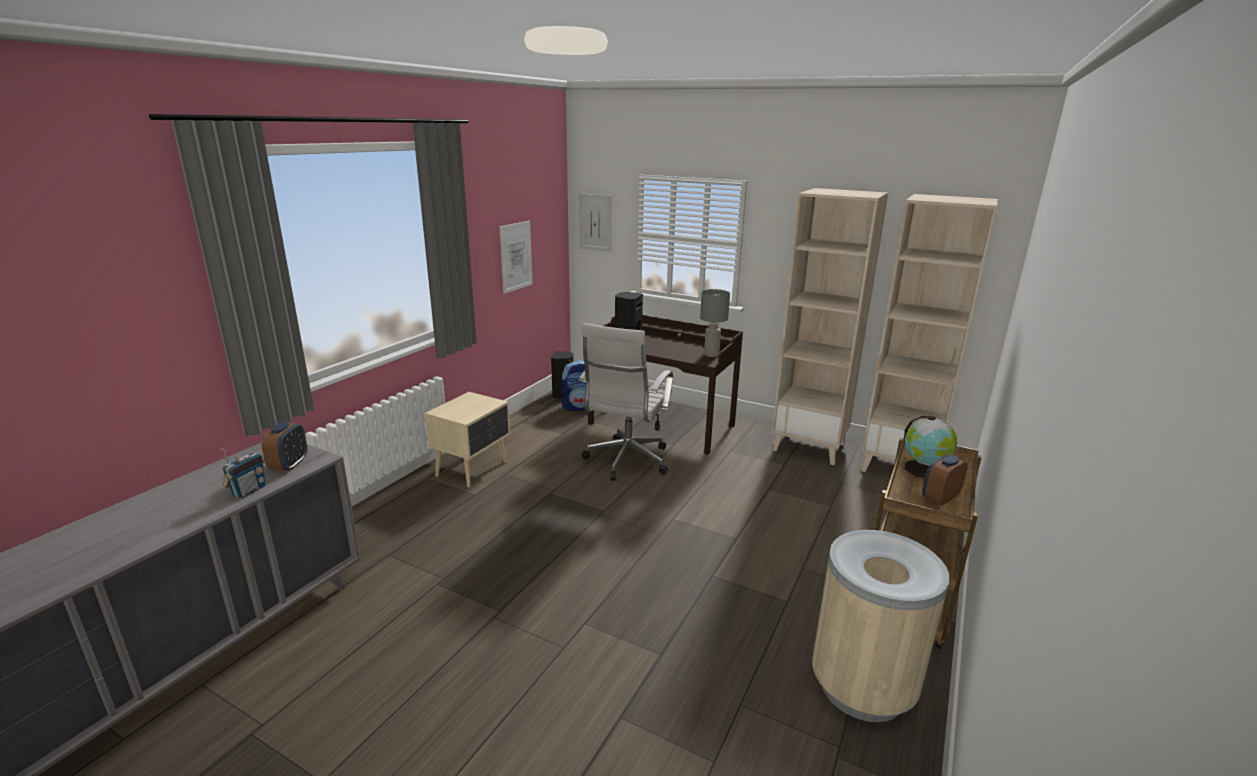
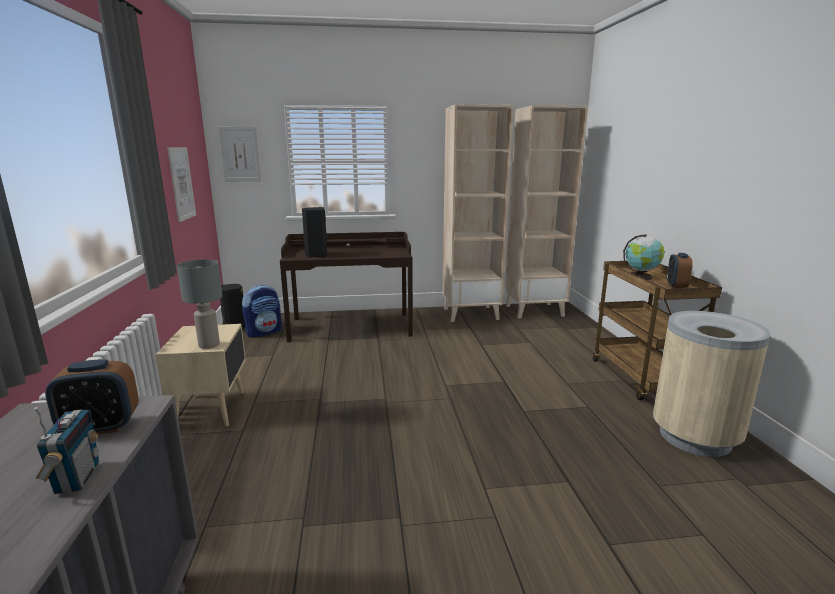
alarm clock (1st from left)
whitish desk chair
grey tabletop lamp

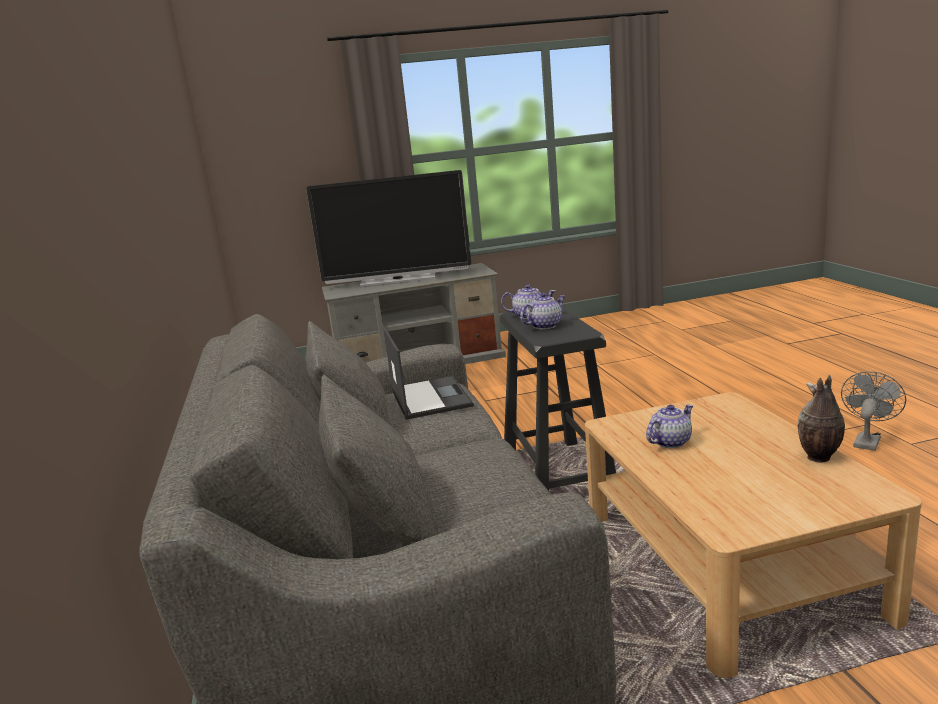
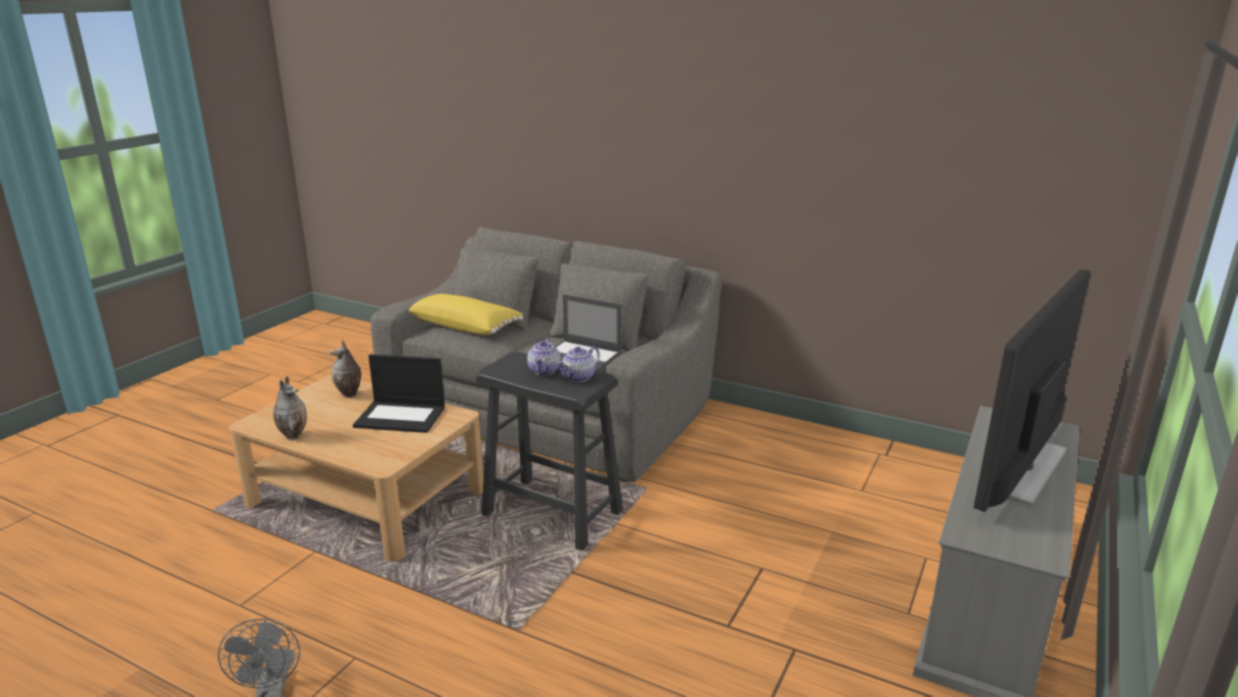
portable computer (1st from left)
decorative vase (2nd from left)
yellowish pillow

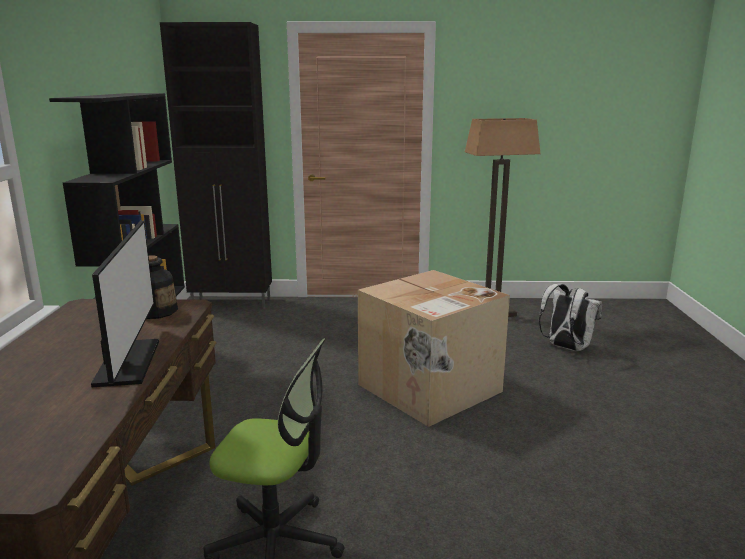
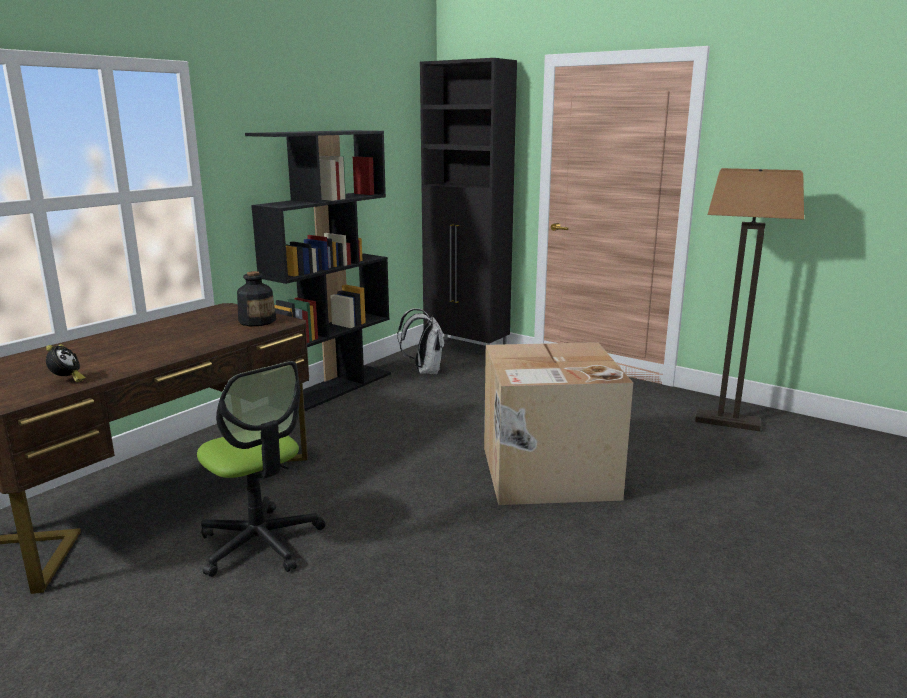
computer display
whitish knapsack
alarm clock

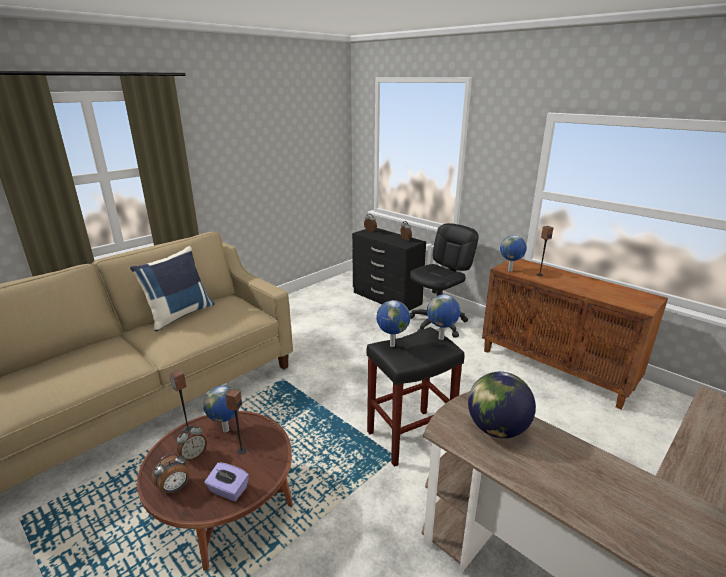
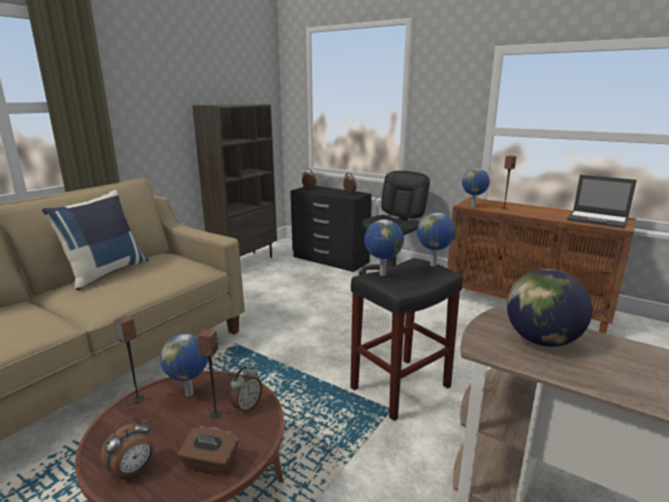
alarm clock (2nd from left)
brown tissue holder
brown bookshelf
portable computer

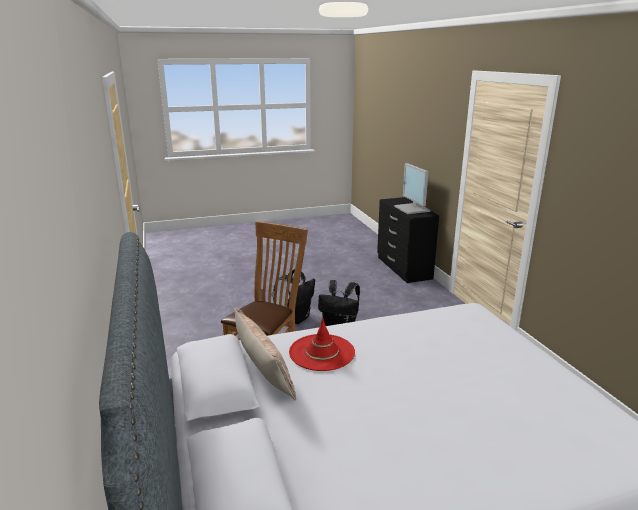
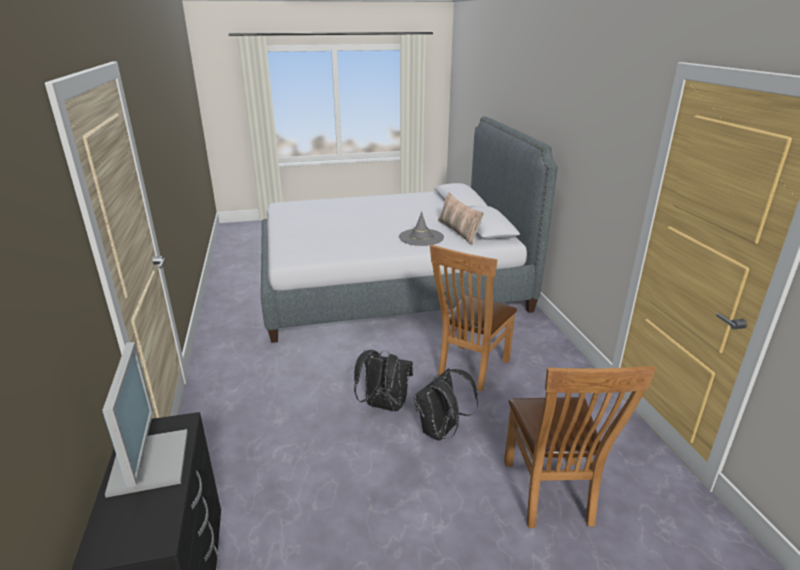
grey wearable hat
brown plain chair (2nd from left)

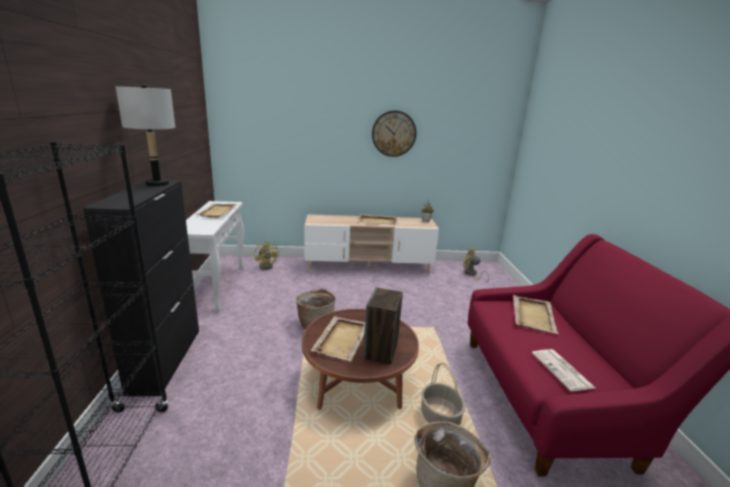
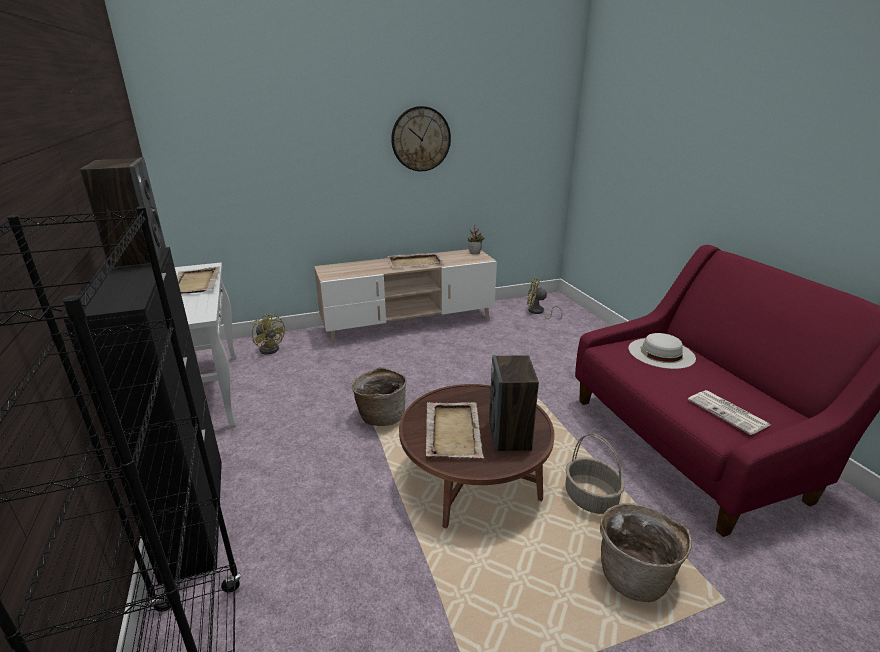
audio speaker (1st from left)
whitish wearable hat

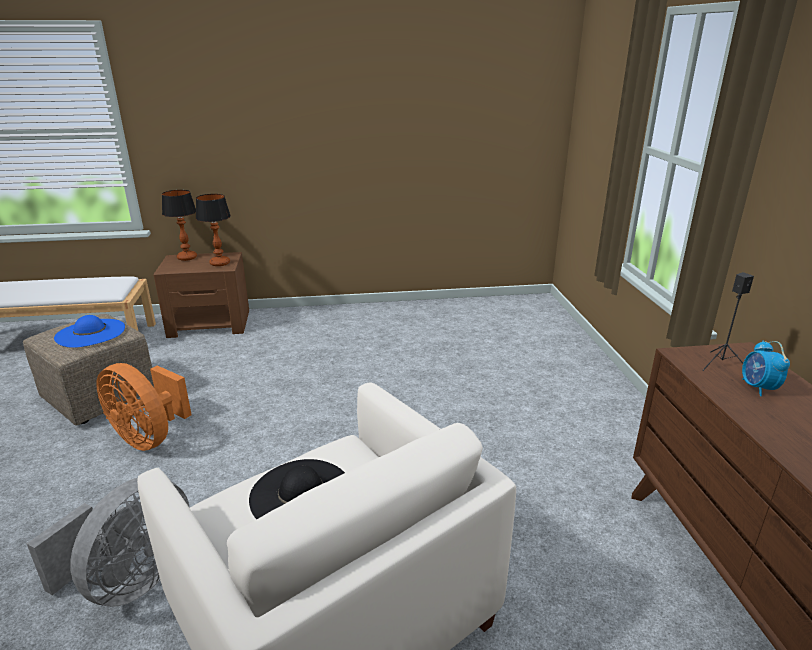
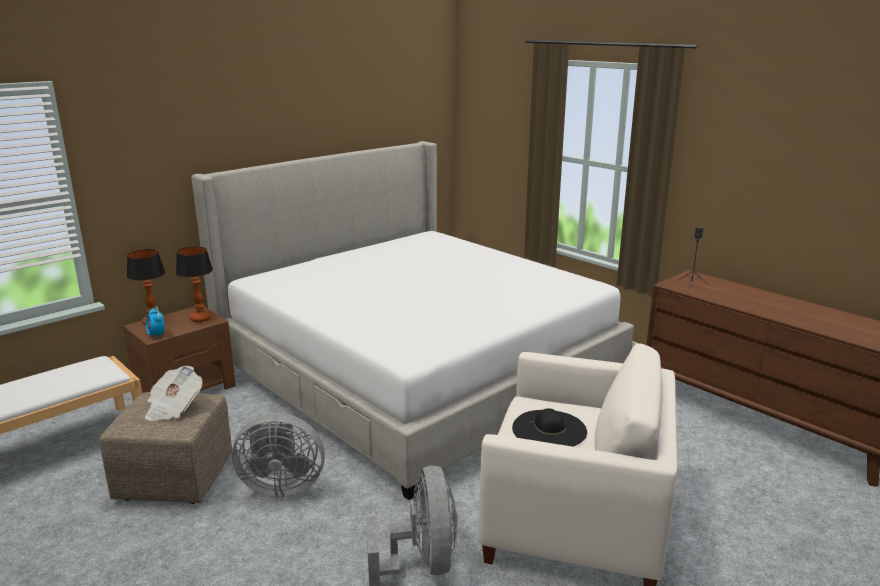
newspaper
grey cooling fan (1st from left)
alarm clock
bedroom bed

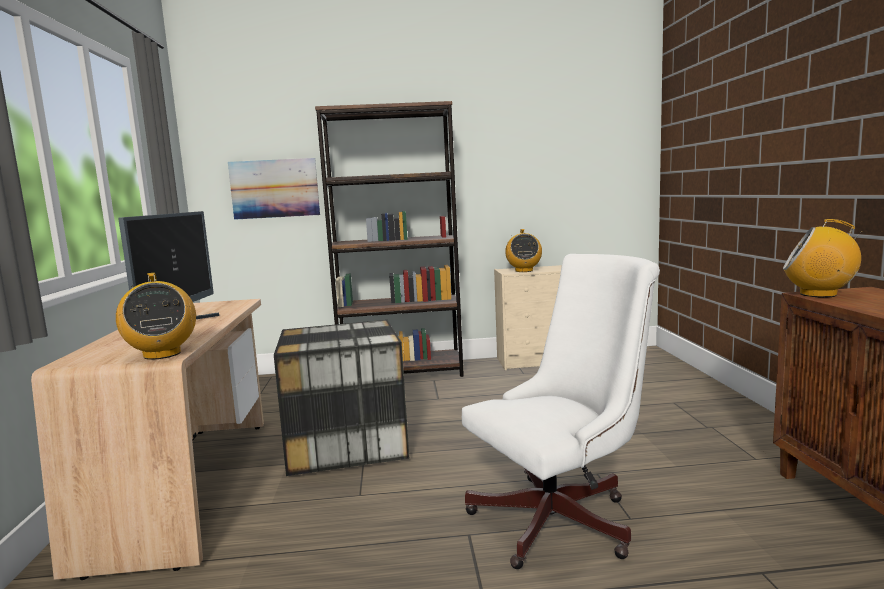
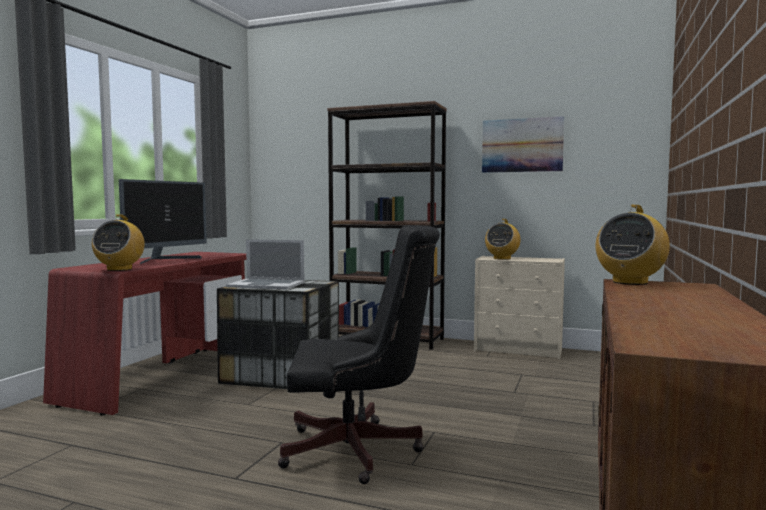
red desk unit
wall picture
black-coloured desk chair
radio receiver (3rd from left)
portable computer

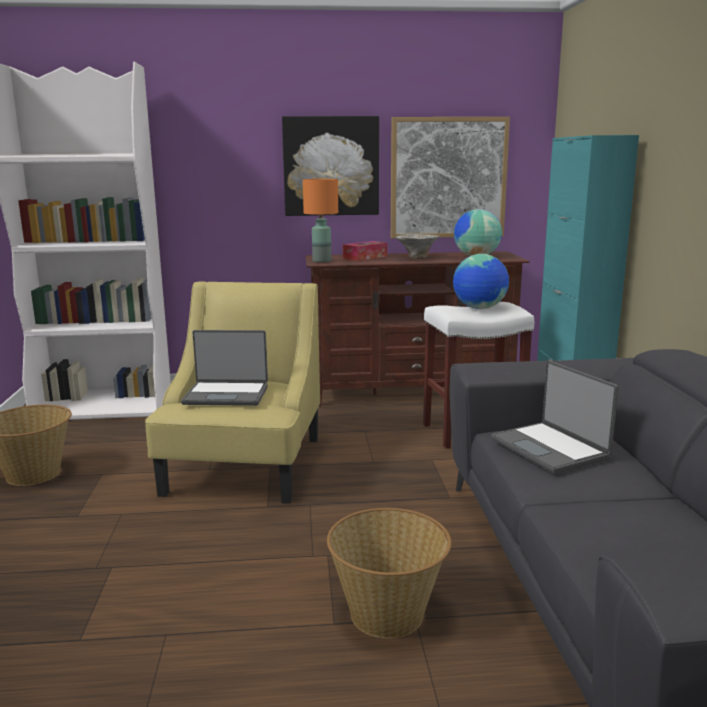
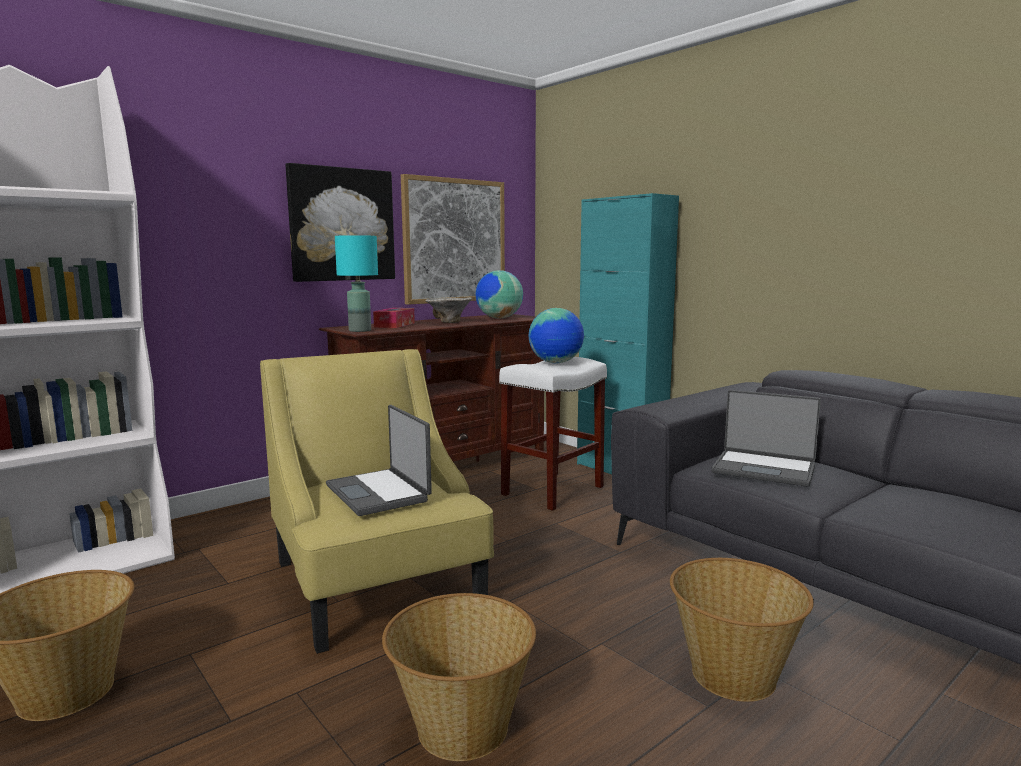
portable computer (1st from left)
turquoise tabletop lamp
household basket (2nd from left)

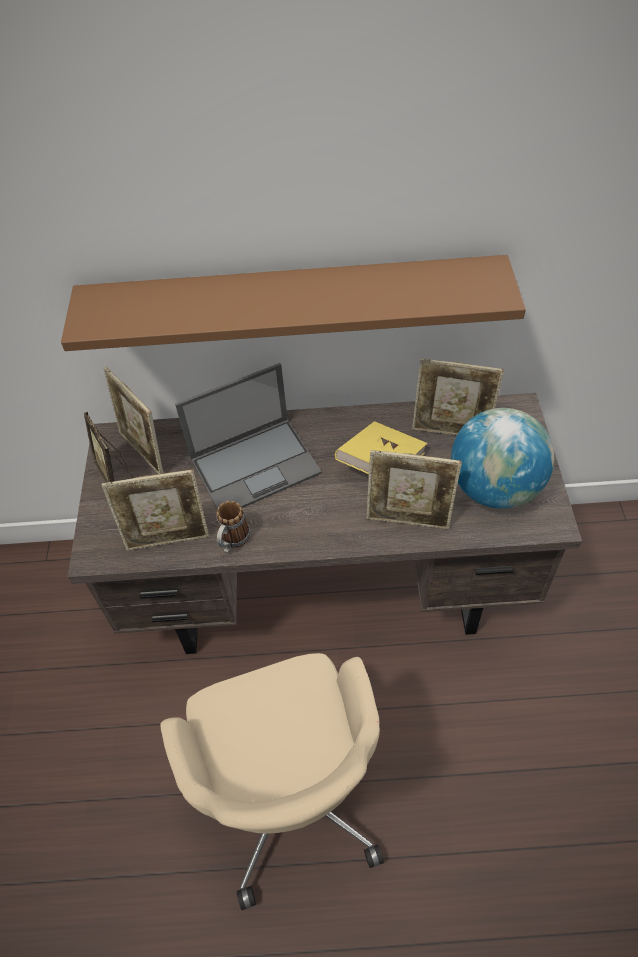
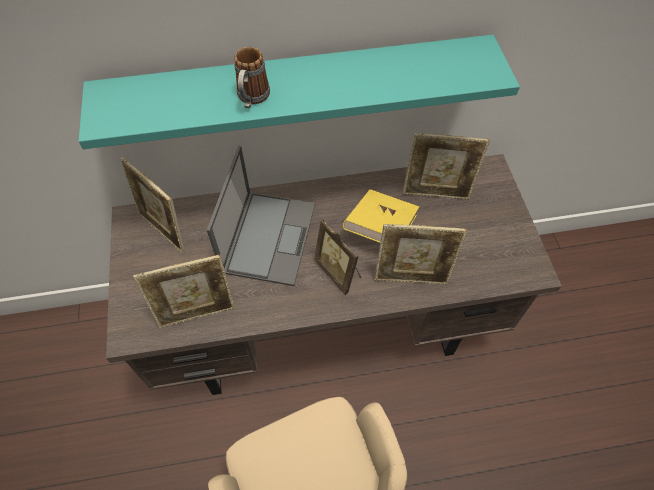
turquoise shelf
standing frame (3rd from left)
portable computer
mug
globe

